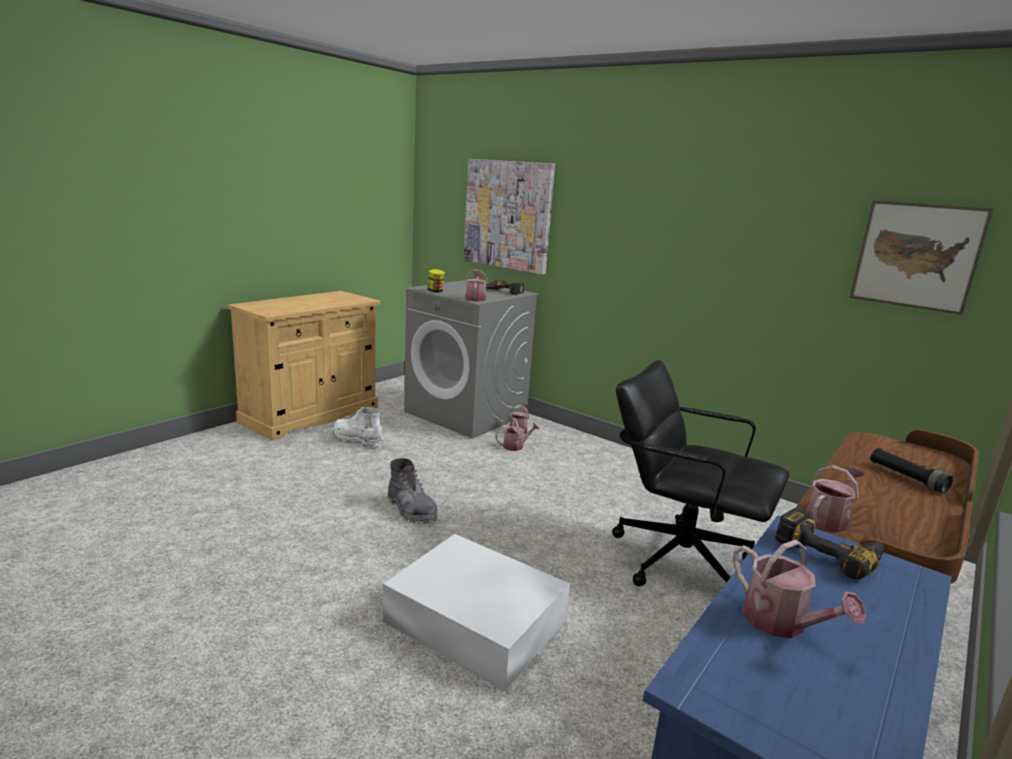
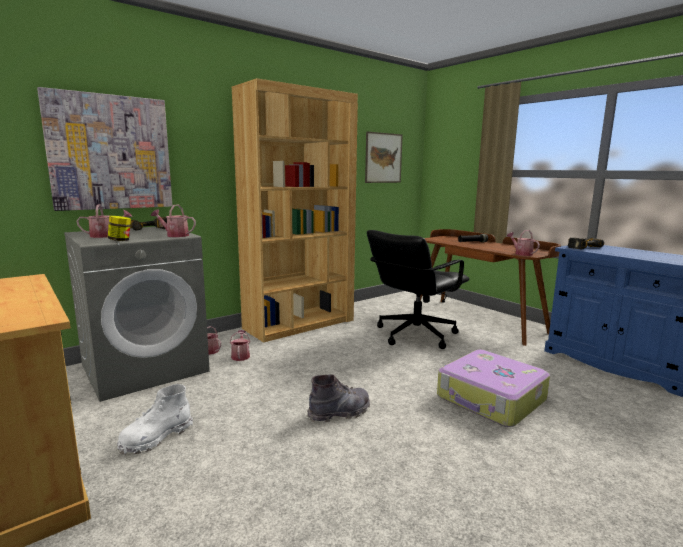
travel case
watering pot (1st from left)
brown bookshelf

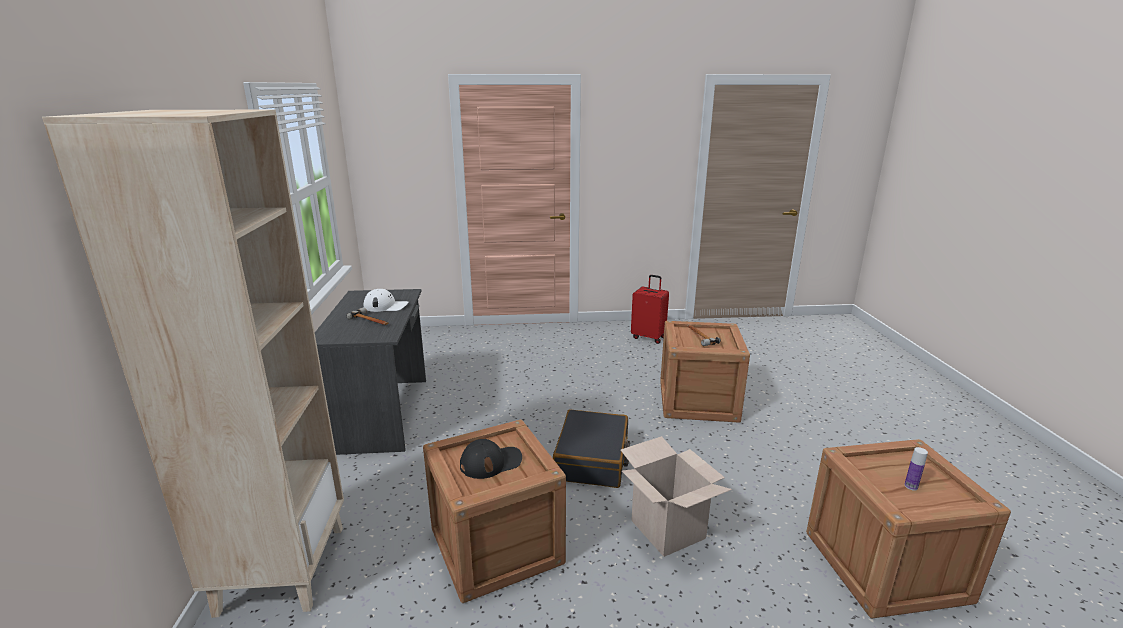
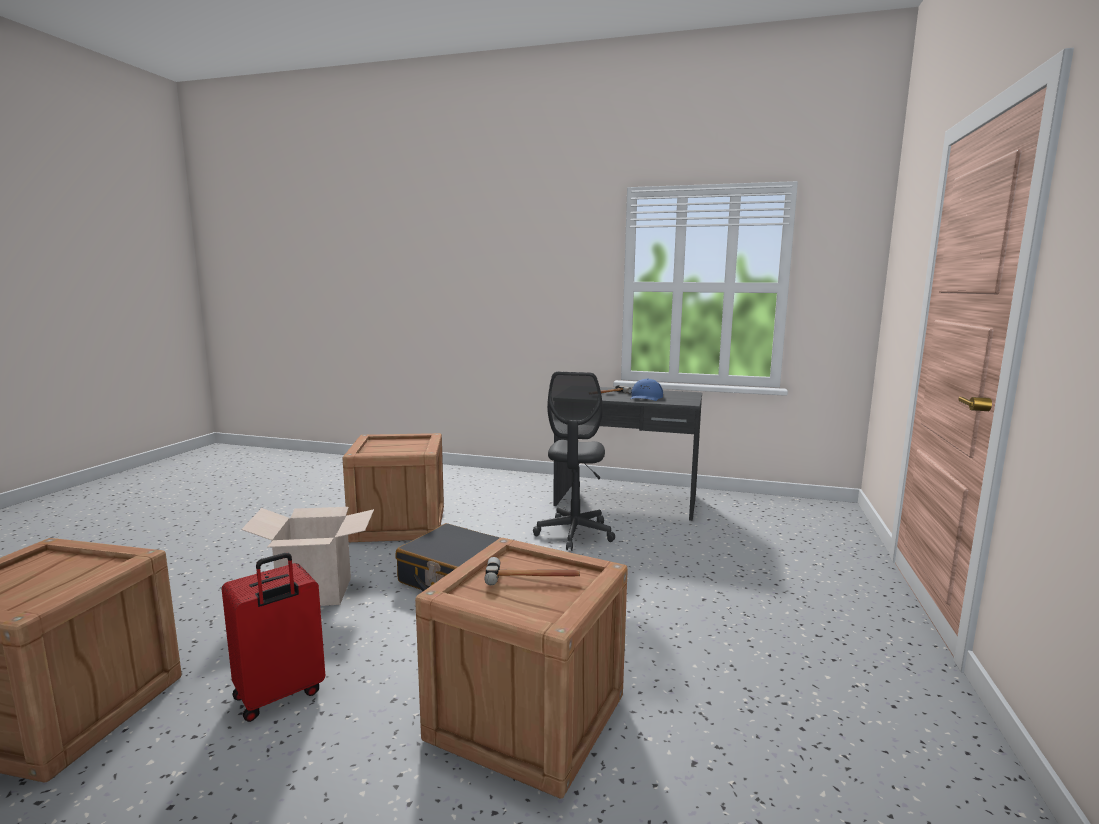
beige-coloured bookshelf
blue-coloured peaked cap
black-coloured peaked cap
red travel case
bottle
grey desk chair

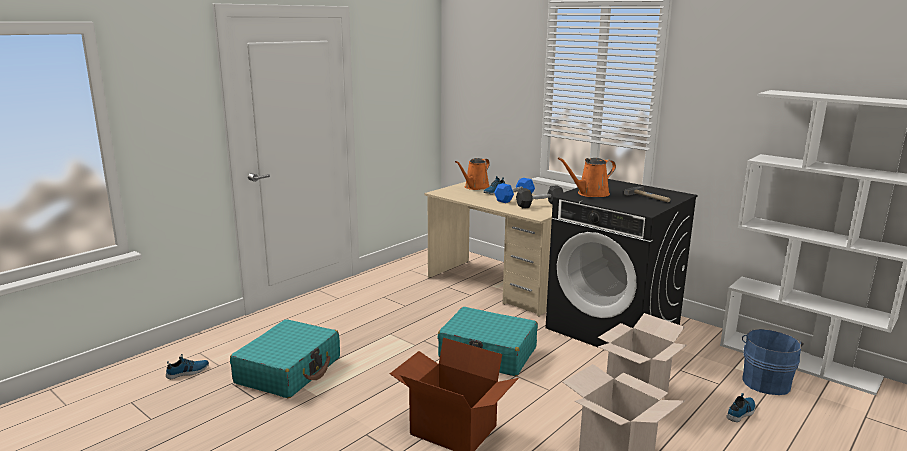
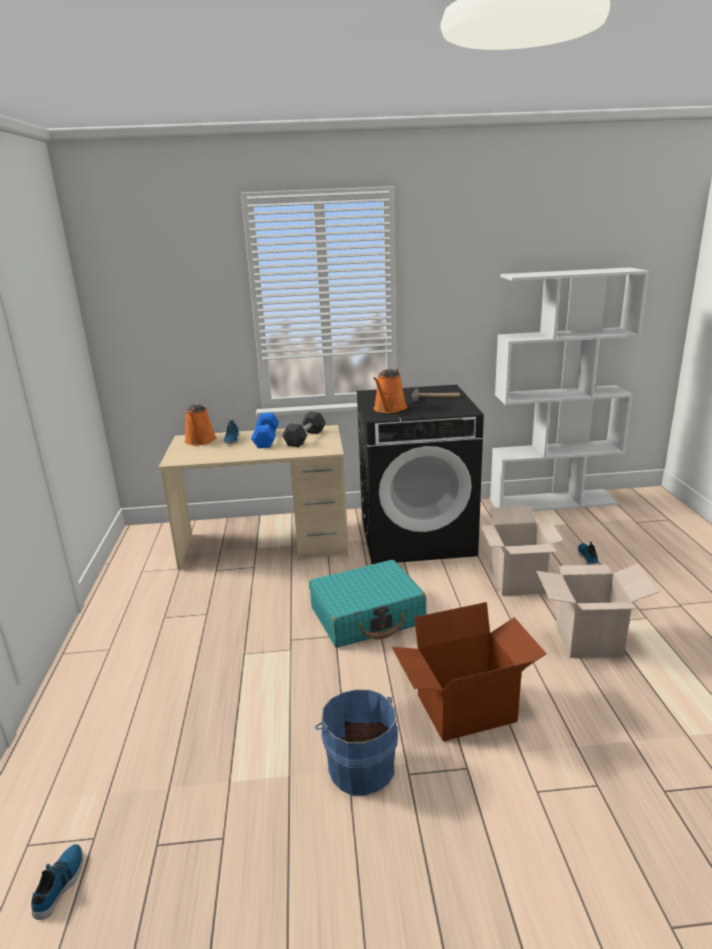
turquoise travel case (1st from left in the first image)
blue-coloured pail

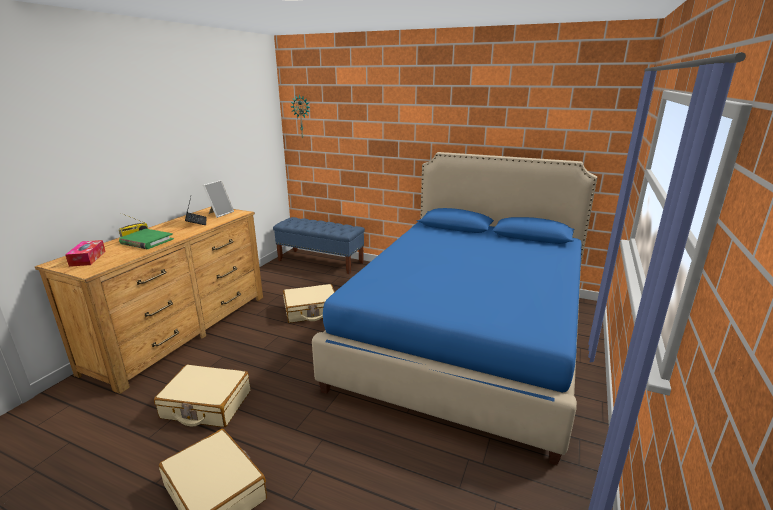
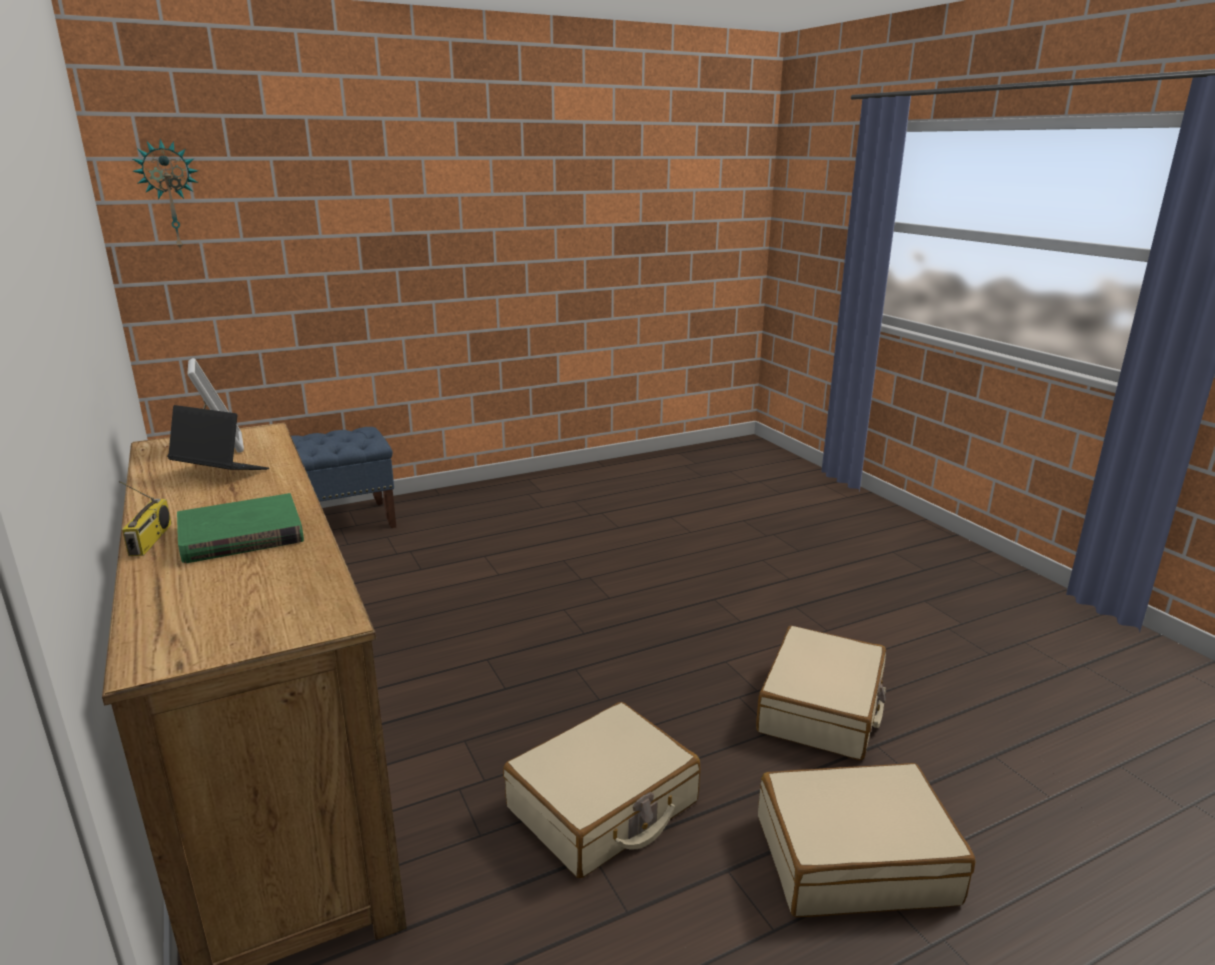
tissue holder
beige-coloured travel case (2nd from left)
blue-coloured bedroom bed

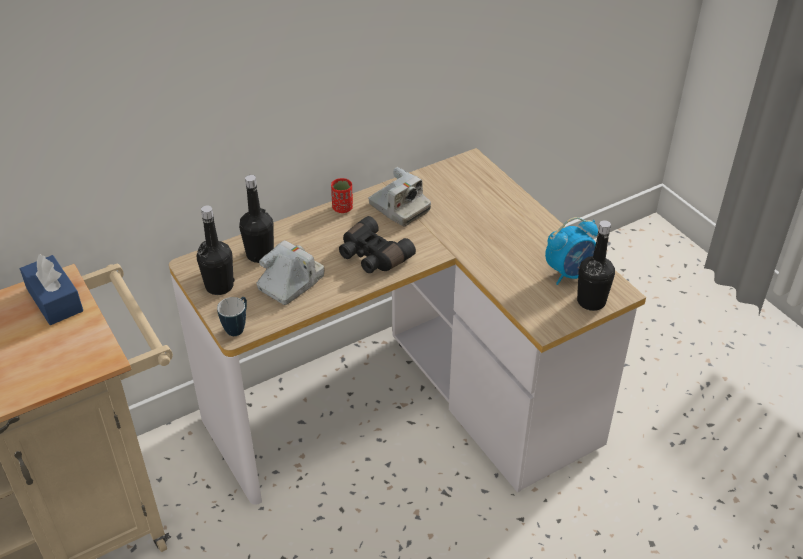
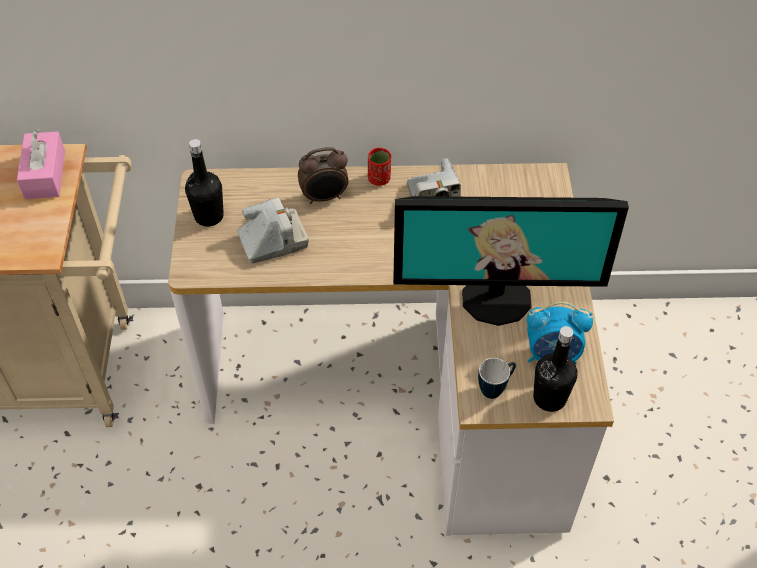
pink-coloured tissue holder
mug
black-coloured bottle (2nd from left in the first image)
black-coloured pair of binoculars
alarm clock (1st from left)
computer display

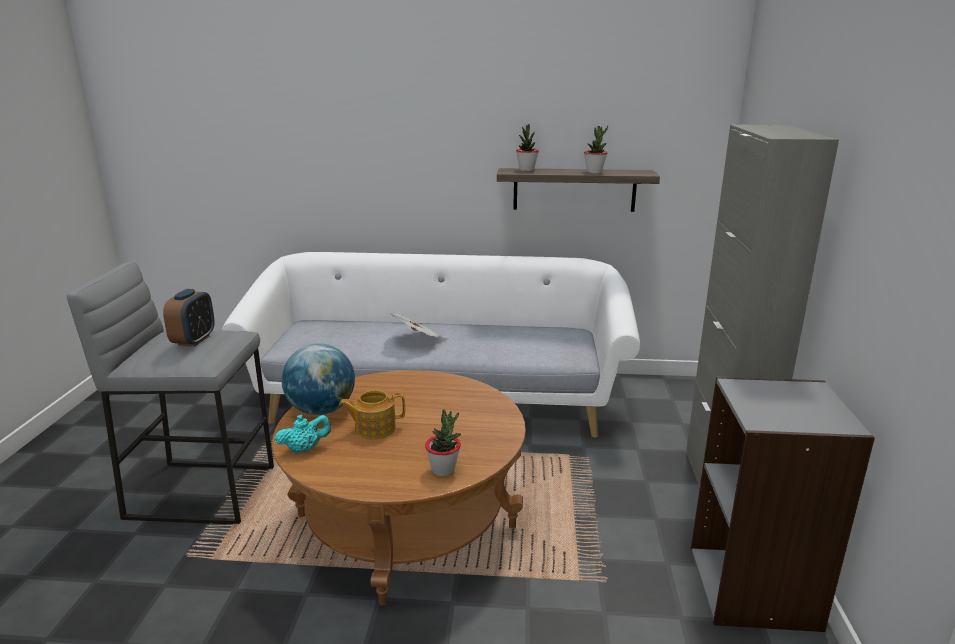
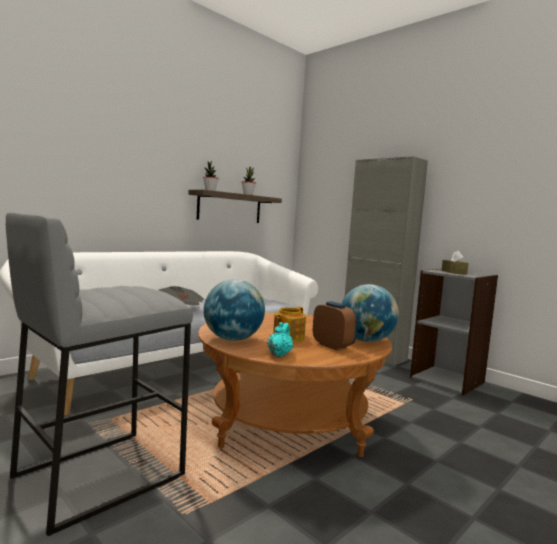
alarm clock
globe (2nd from left)
brown tissue holder

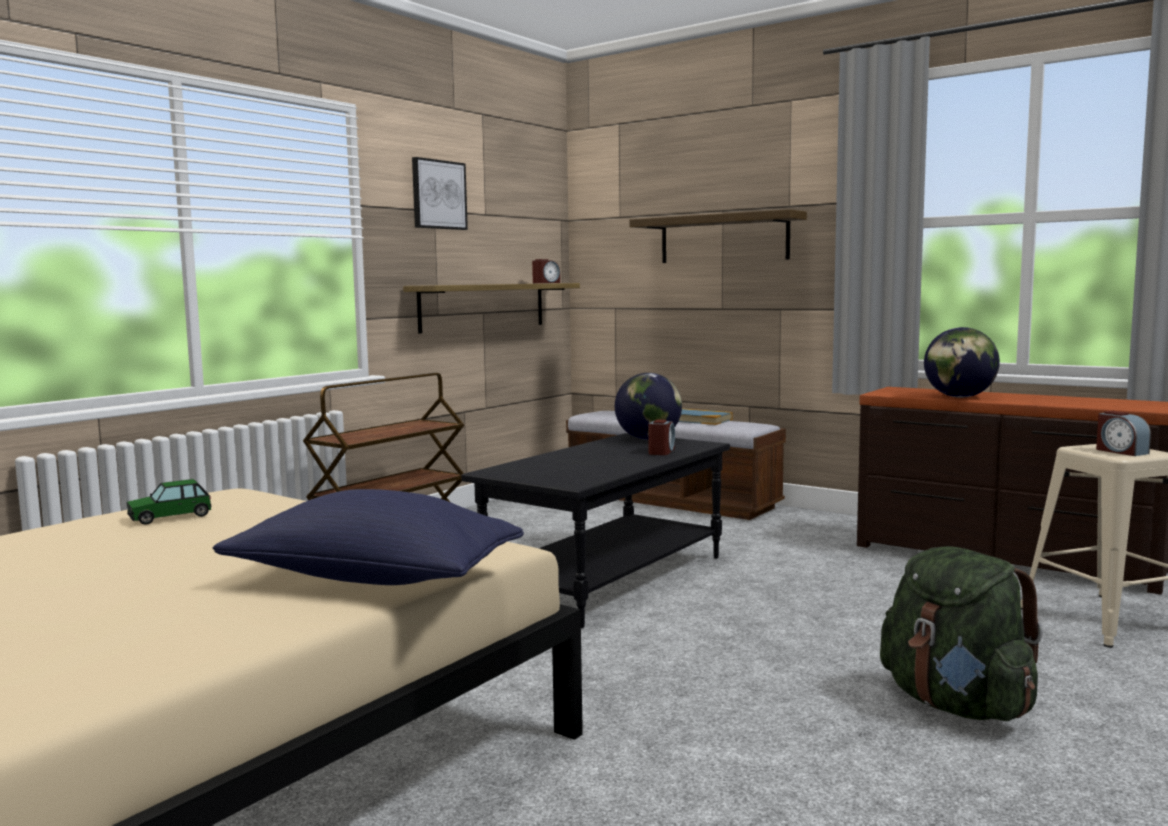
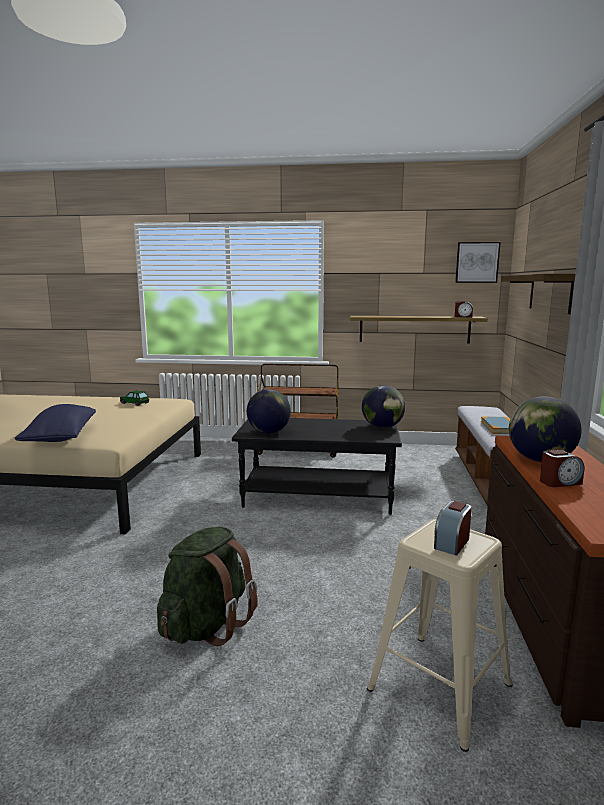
wall picture
alarm clock (3rd from left)
globe (1st from left)

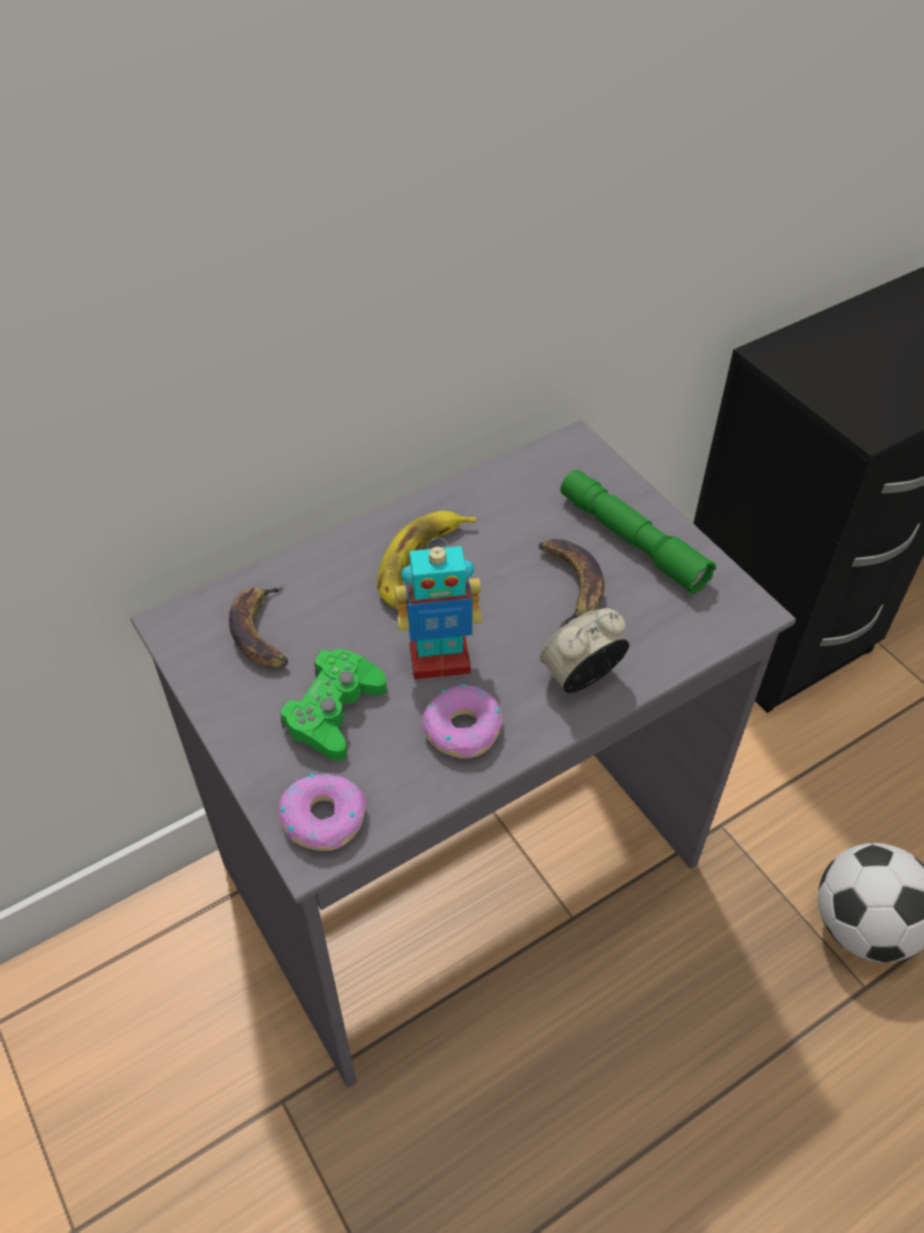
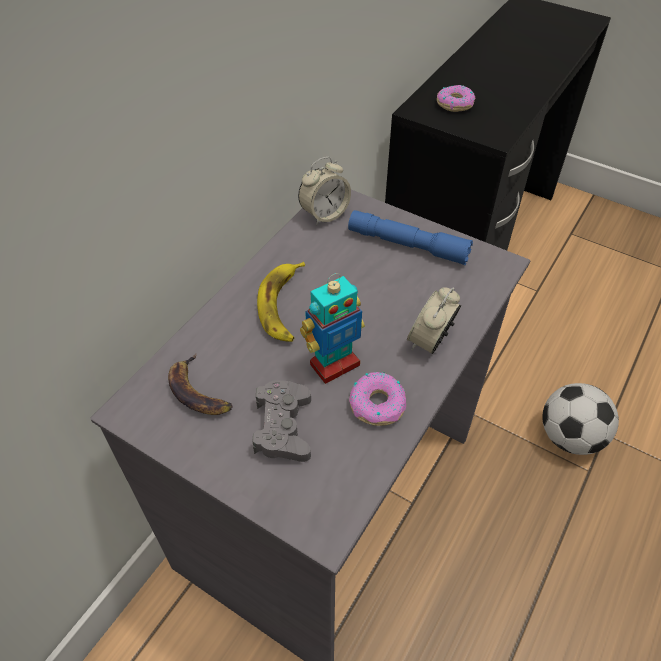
donut (2nd from left)
grey gamepad
whole banana (3rd from left in the first image)
blue-coloured torch
alarm clock (1st from left)

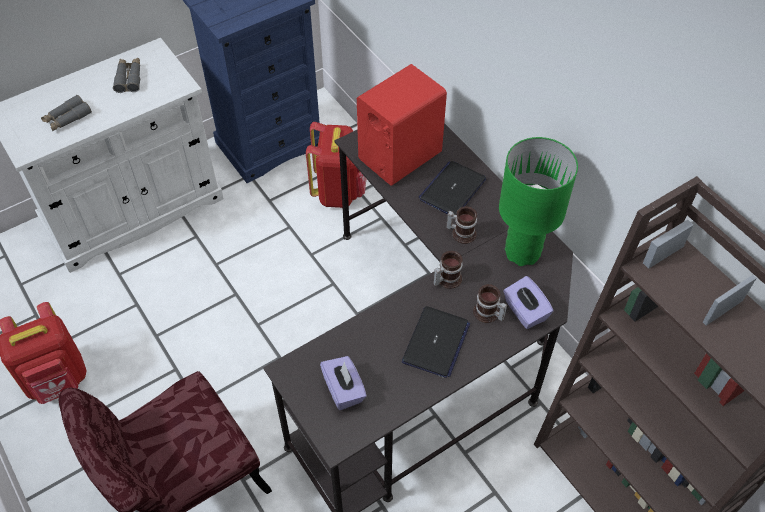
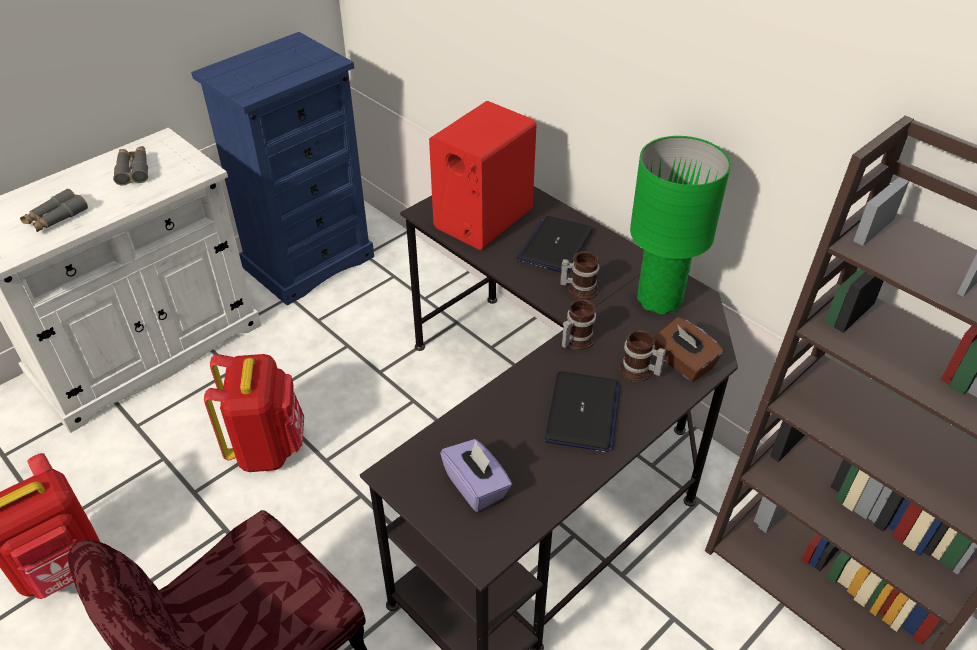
red knapsack (2nd from left)
brown tissue holder

